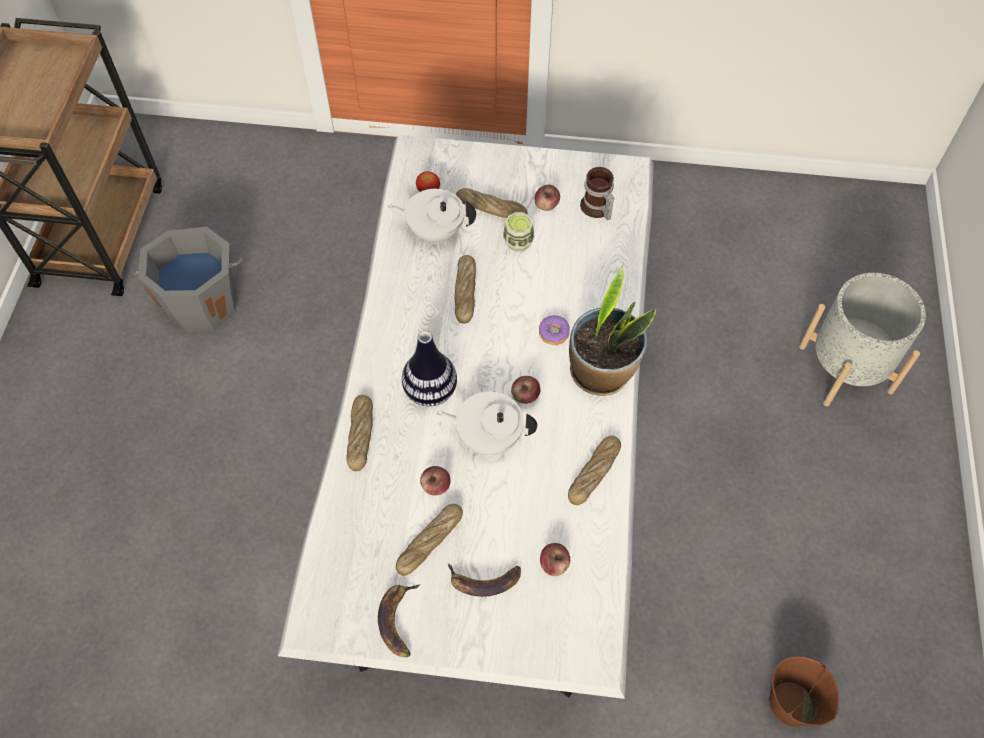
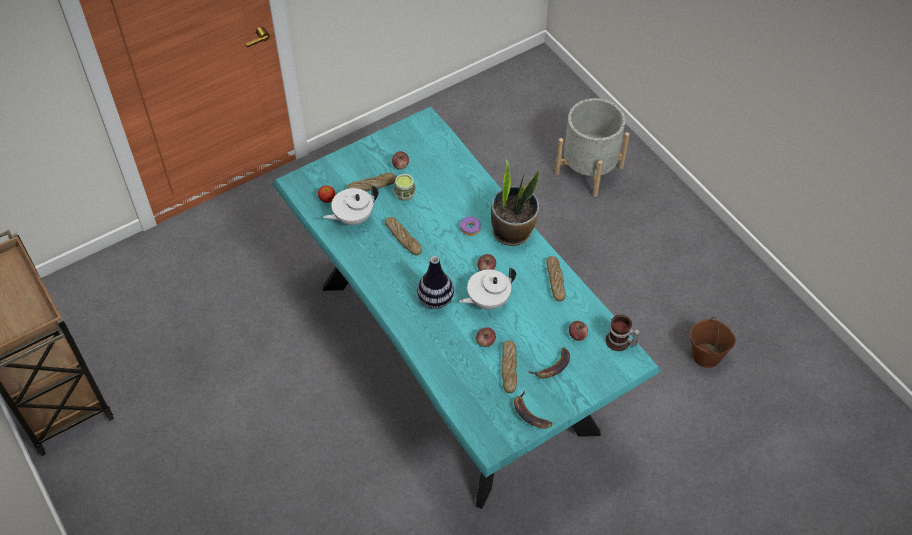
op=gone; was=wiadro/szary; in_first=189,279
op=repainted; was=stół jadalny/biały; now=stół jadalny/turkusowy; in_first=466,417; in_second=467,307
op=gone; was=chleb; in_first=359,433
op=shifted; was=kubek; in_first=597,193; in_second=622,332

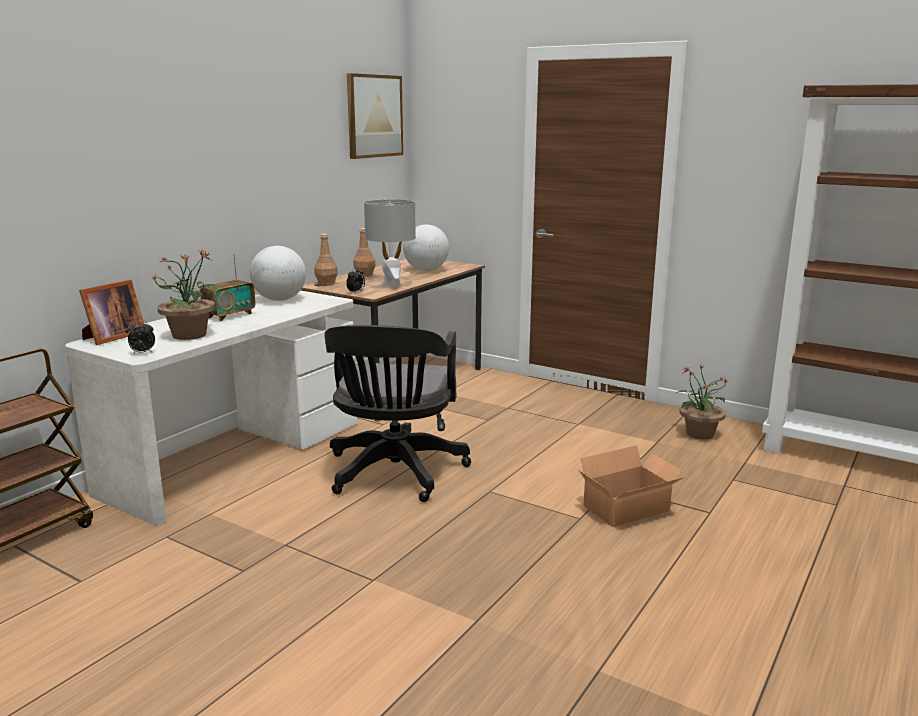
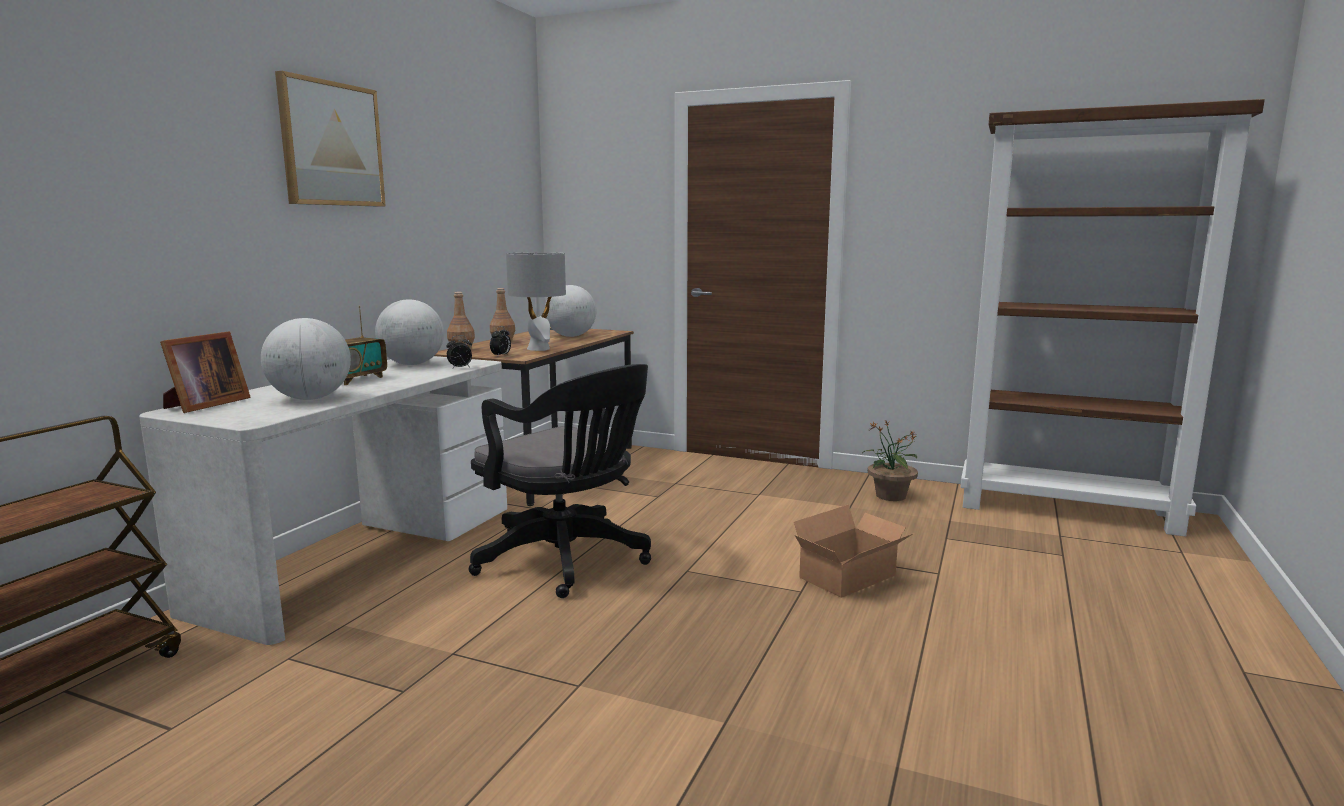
op=shifted; was=budzik; in_first=140,337; in_second=459,351
op=swapped; was=roślina doniczkowa; now=globus; in_first=185,294; in_second=306,359
op=rotated; was=krzesło biurowe/czarny; in_first=398,413; in_second=560,481; clockwise=-45
op=shifted; was=obraz; in_first=375,116; in_second=330,139

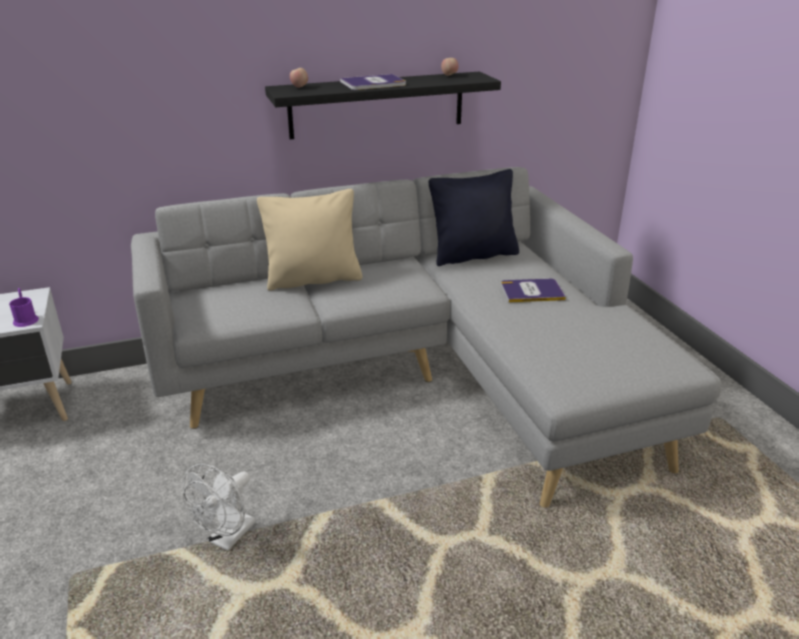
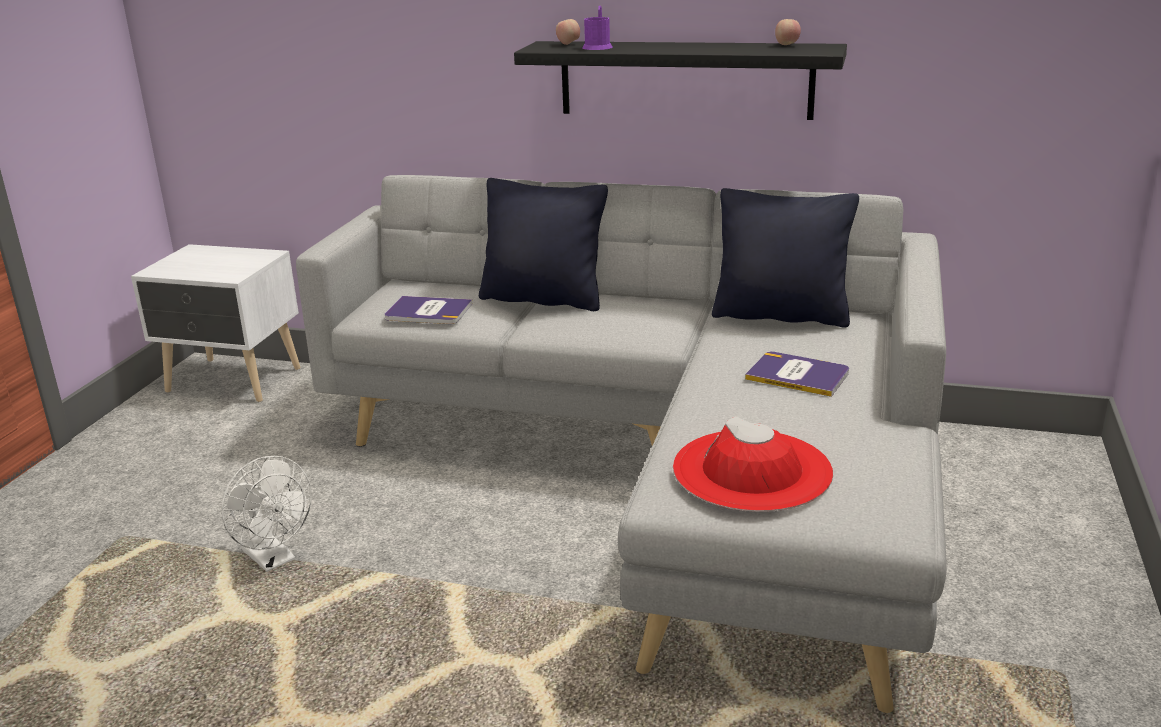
op=shifted; was=kubek/fioletowy; in_first=24,307; in_second=597,28
op=rotated; was=wentylator/biały; in_first=219,507; in_second=266,514; clockwise=-105
op=repainted; was=poduszka/beżowy; now=poduszka/czarny; in_first=309,240; in_second=543,244
op=shifted; was=książka; in_first=373,82; in_second=428,310
op=new; now=kapelusz/czerwony; in_second=753,464

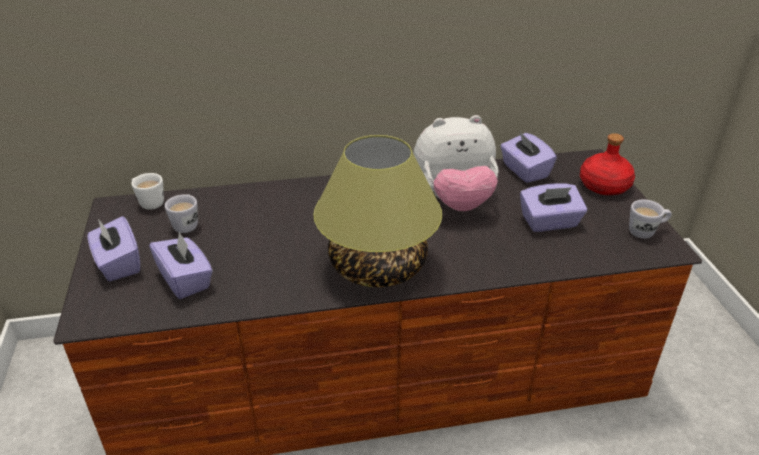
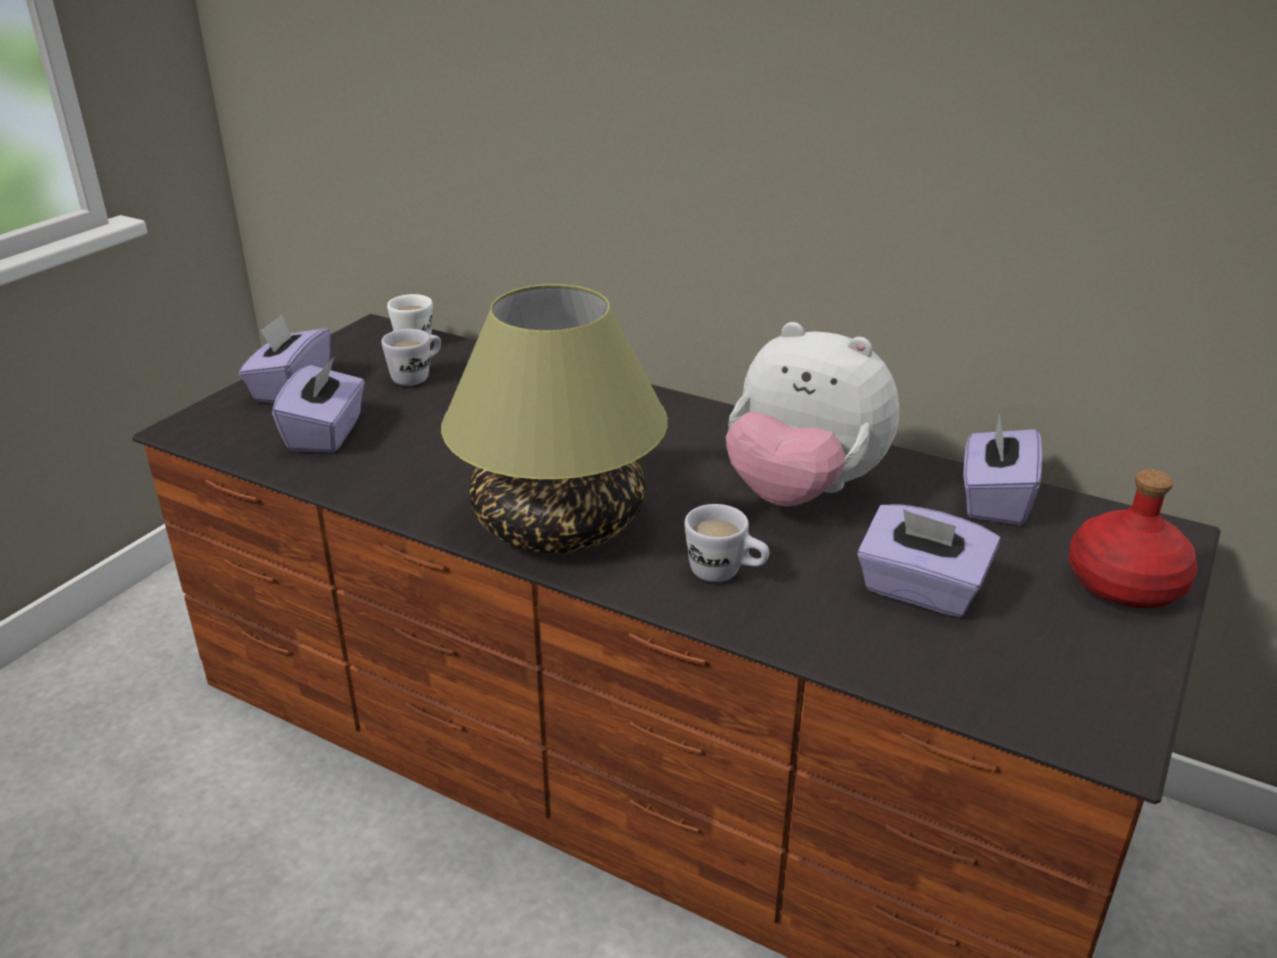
op=shifted; was=kubek/biały; in_first=650,219; in_second=726,543

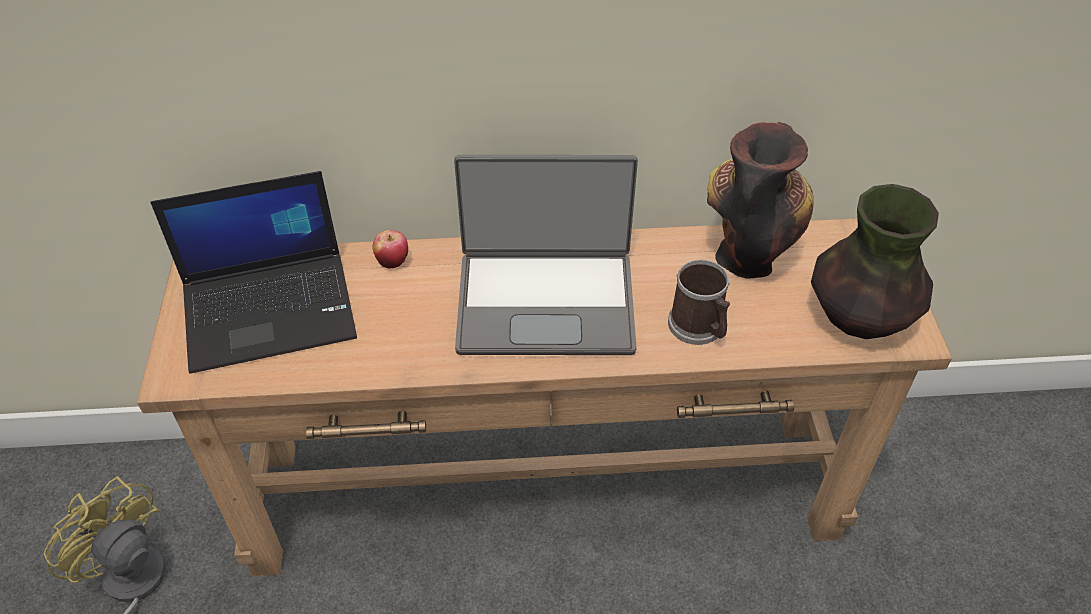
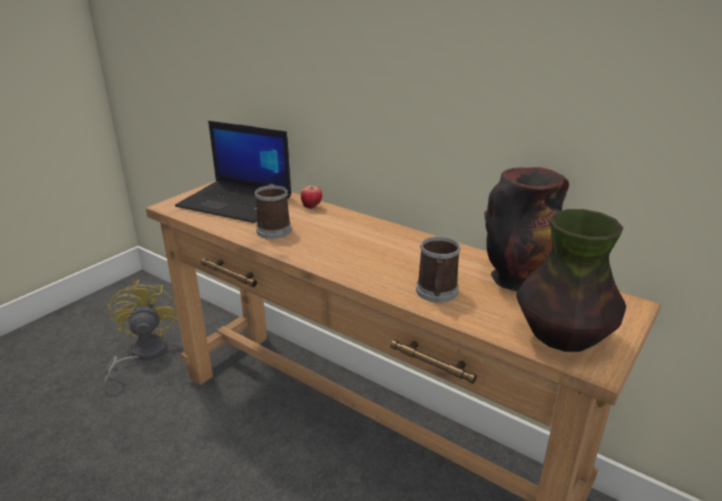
op=gone; was=laptop; in_first=546,255
op=new; now=kubek; in_second=273,211

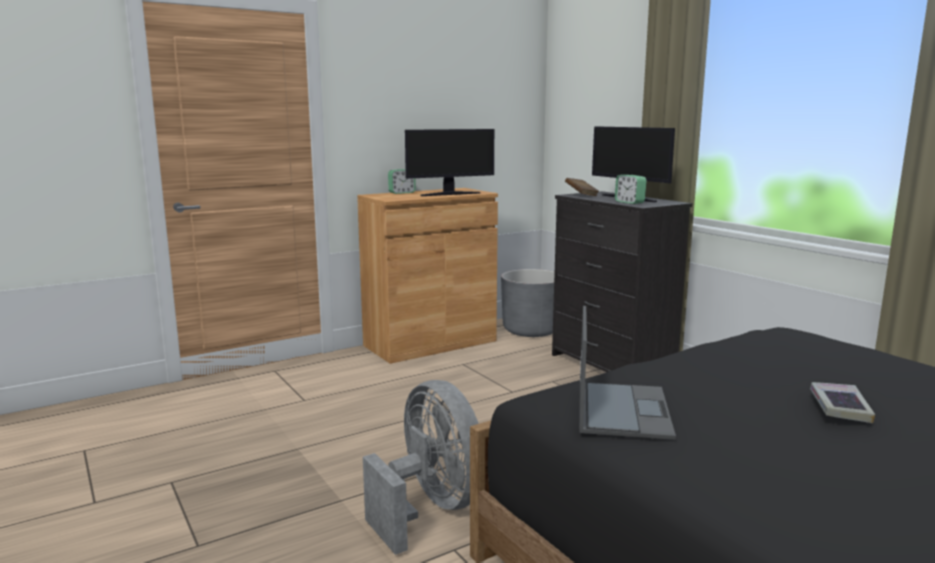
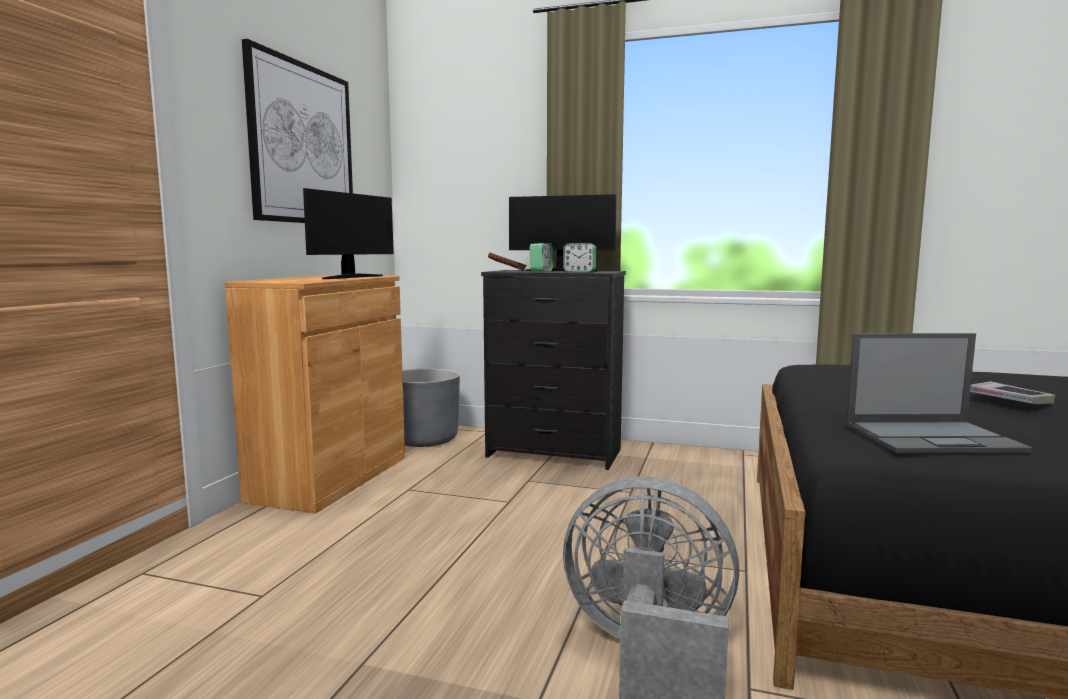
op=shifted; was=budzik; in_first=402,181; in_second=541,257
op=rotated; was=laptop; in_first=627,373; in_second=939,393; clockwise=120
op=new; now=obraz; in_second=297,131

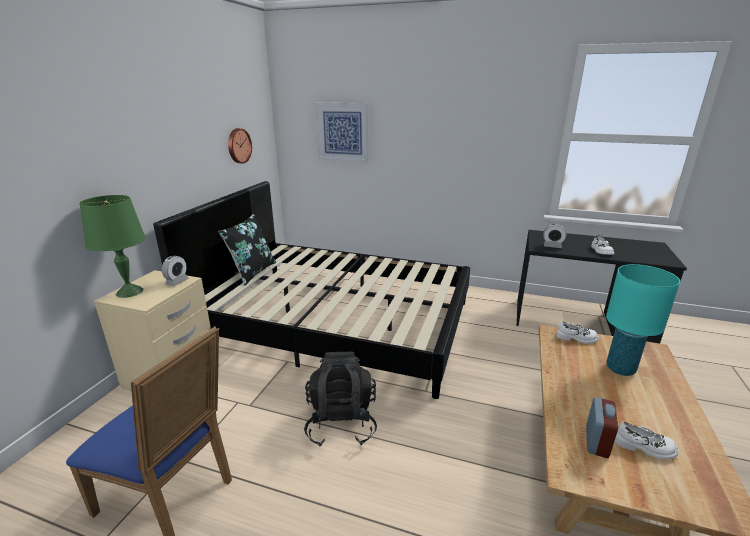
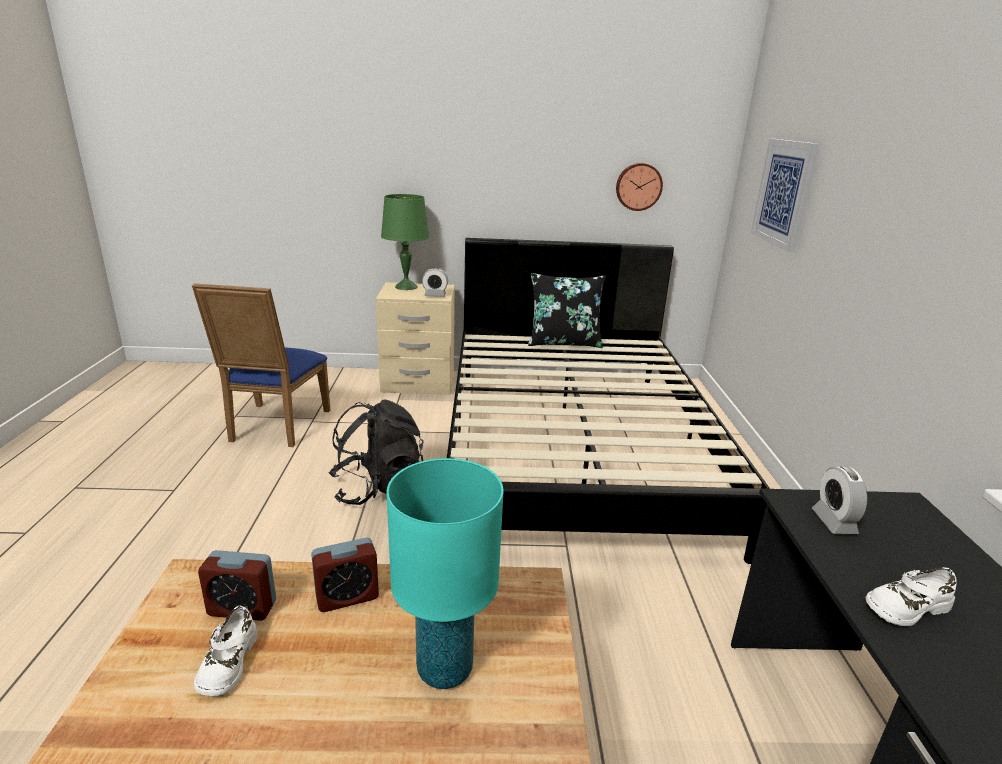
op=gone; was=but/biały; in_first=577,332
op=new; now=budzik; in_second=345,575

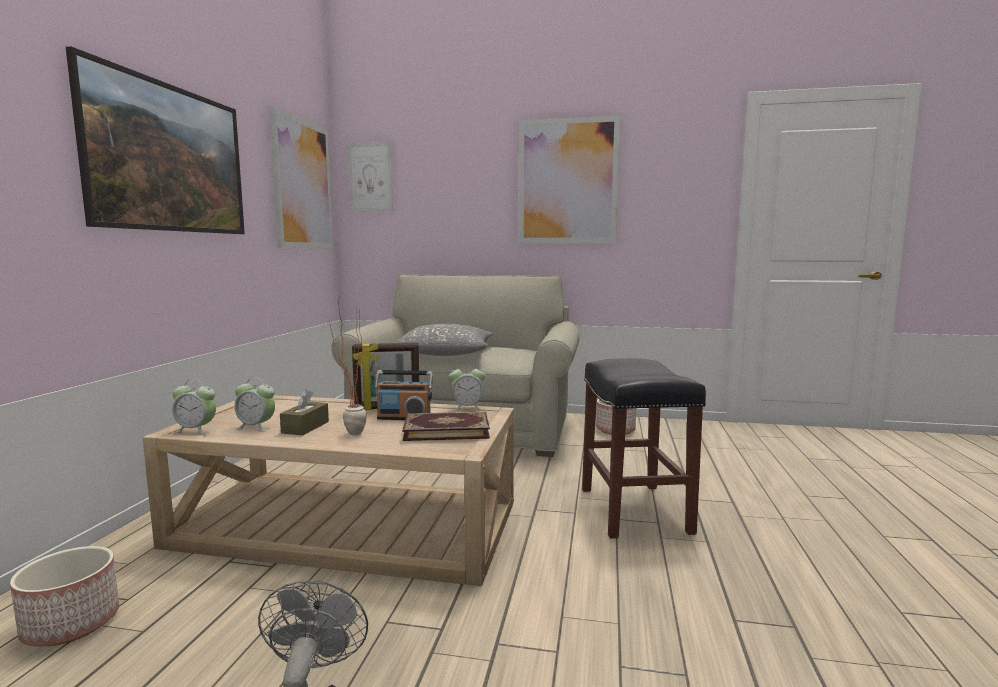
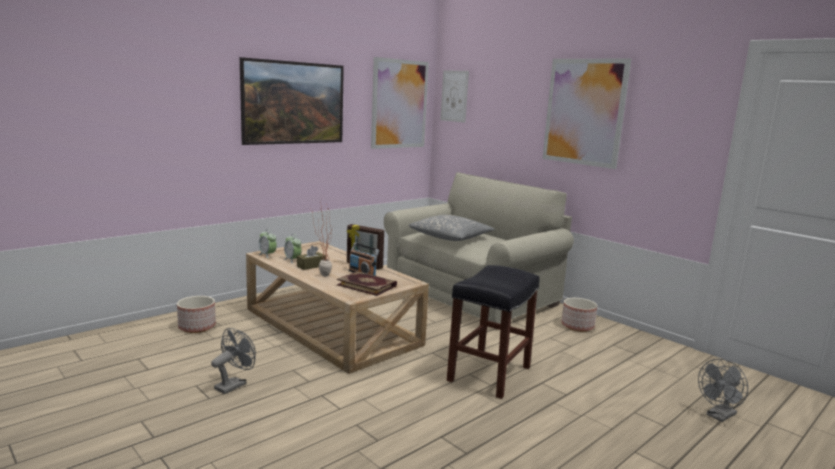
op=gone; was=budzik; in_first=466,387
op=new; now=wentylator/szary; in_second=723,390

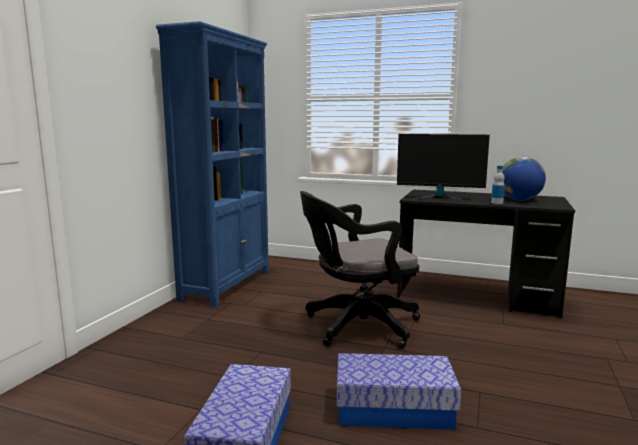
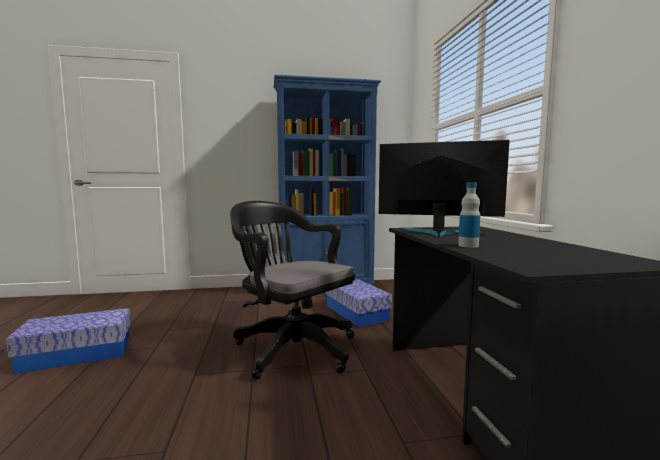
op=shifted; was=pojemnik do przechowywania; in_first=399,391; in_second=358,302
op=rotated; was=monitor; in_first=443,168; in_second=444,188; clockwise=120
op=gone; was=globus; in_first=524,179

